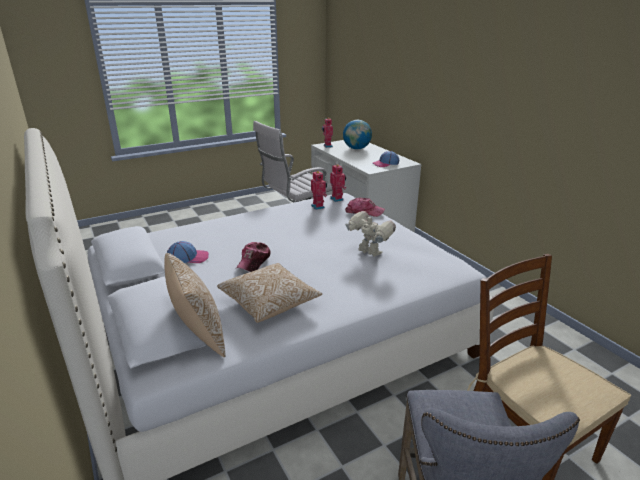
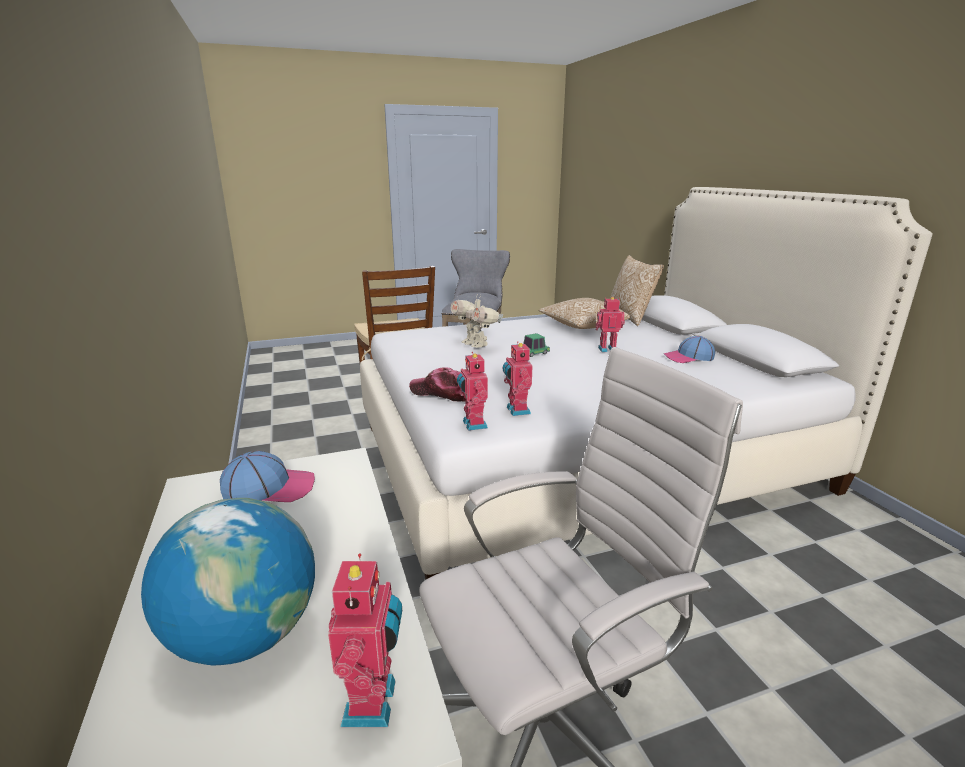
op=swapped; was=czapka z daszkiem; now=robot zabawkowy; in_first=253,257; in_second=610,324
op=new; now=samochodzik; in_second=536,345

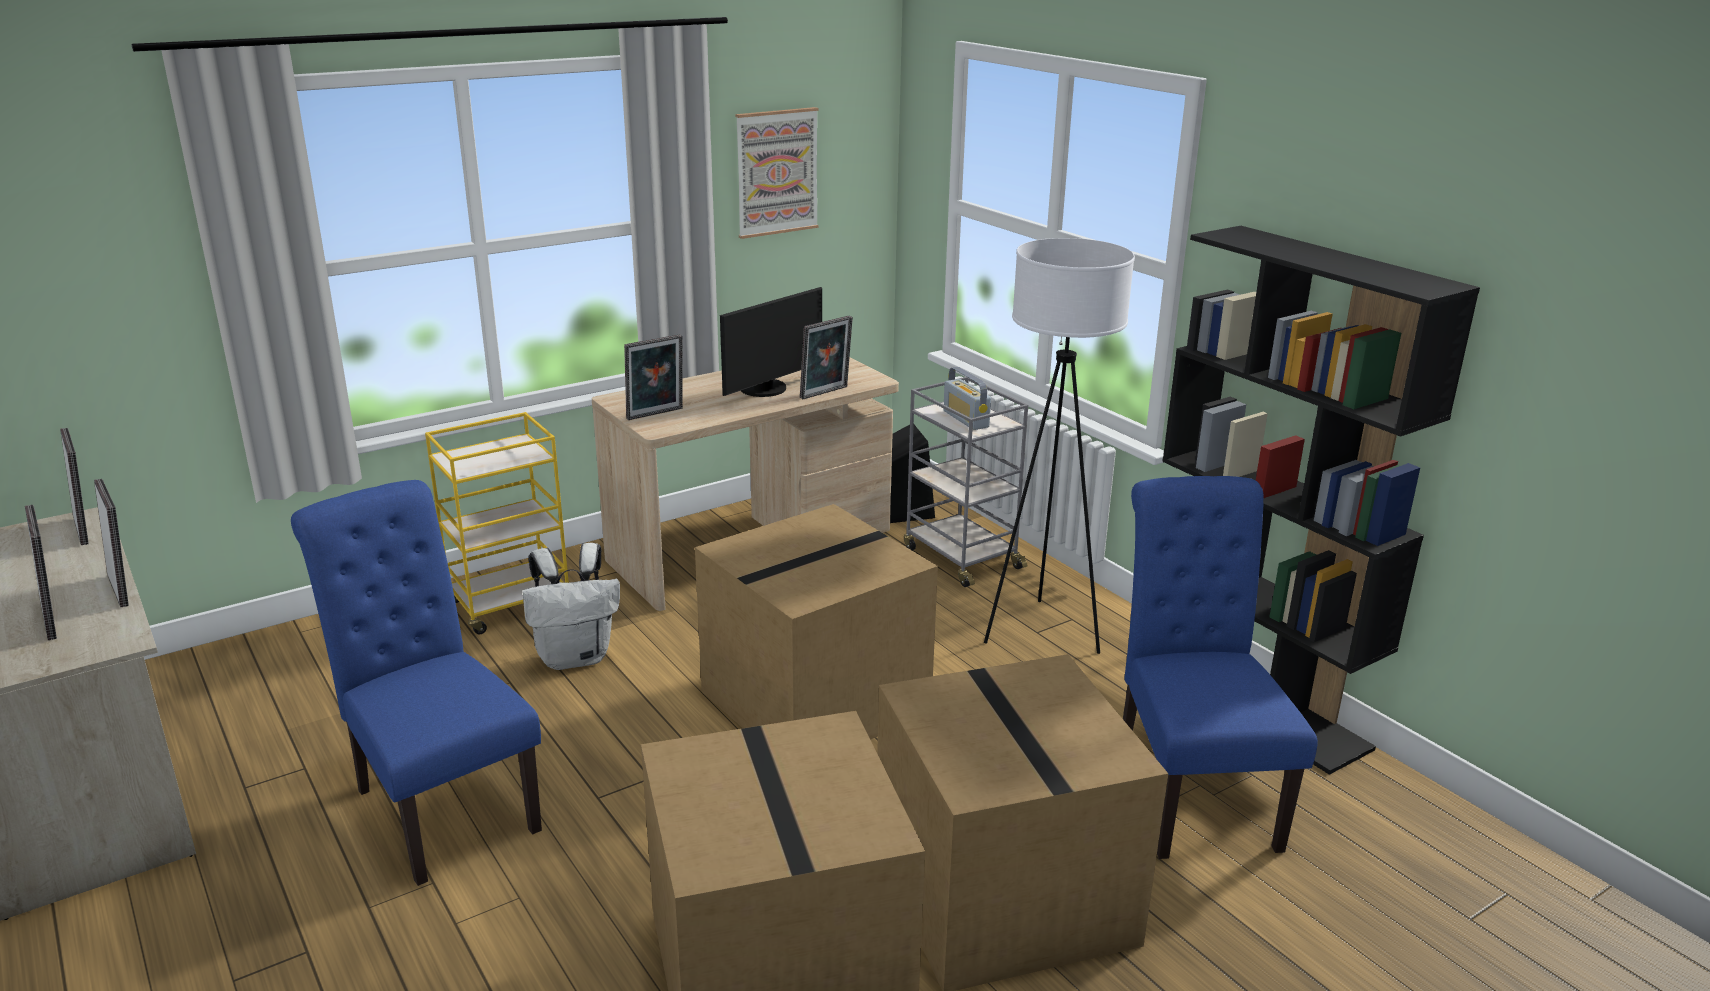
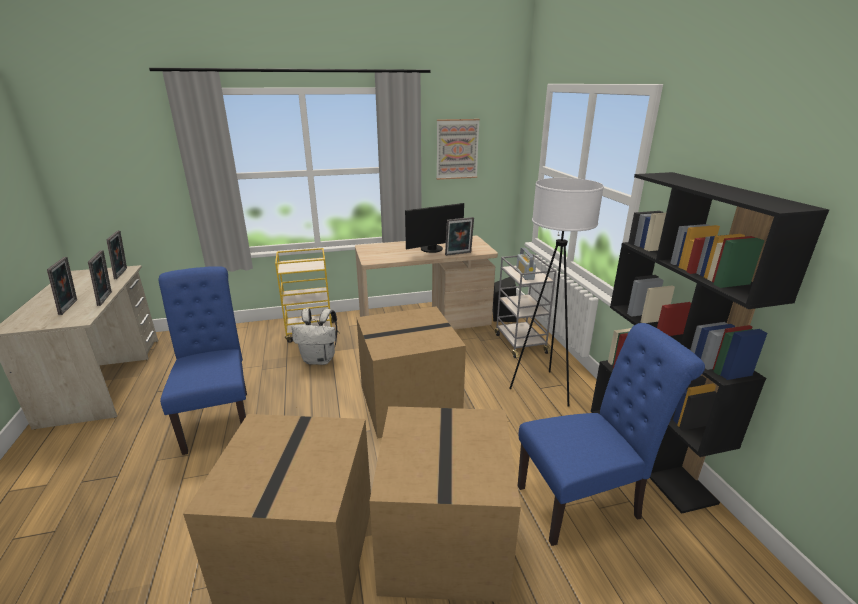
op=gone; was=ramka na zdjęcie; in_first=653,377
op=rotated; was=krzesło/niebieski; in_first=1220,667; in_second=611,434; clockwise=60

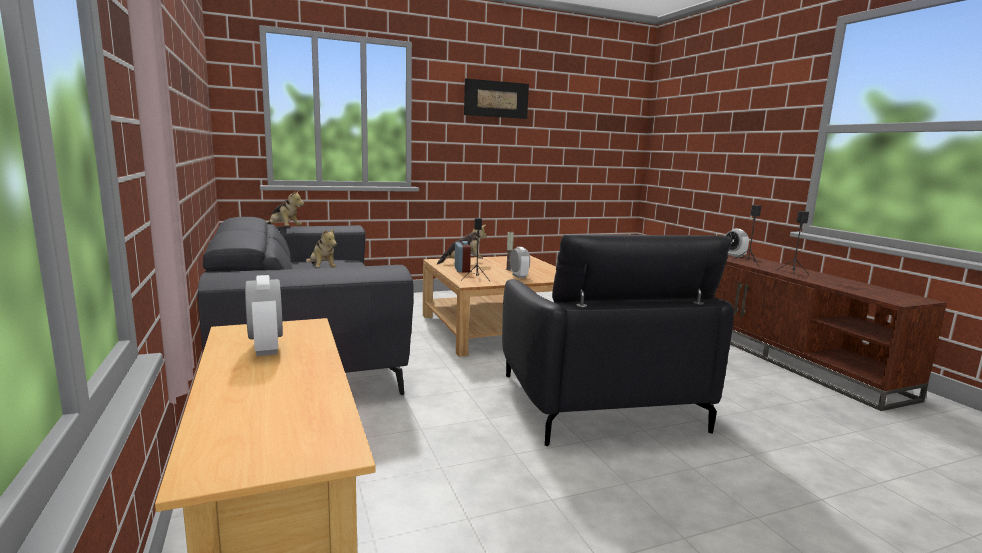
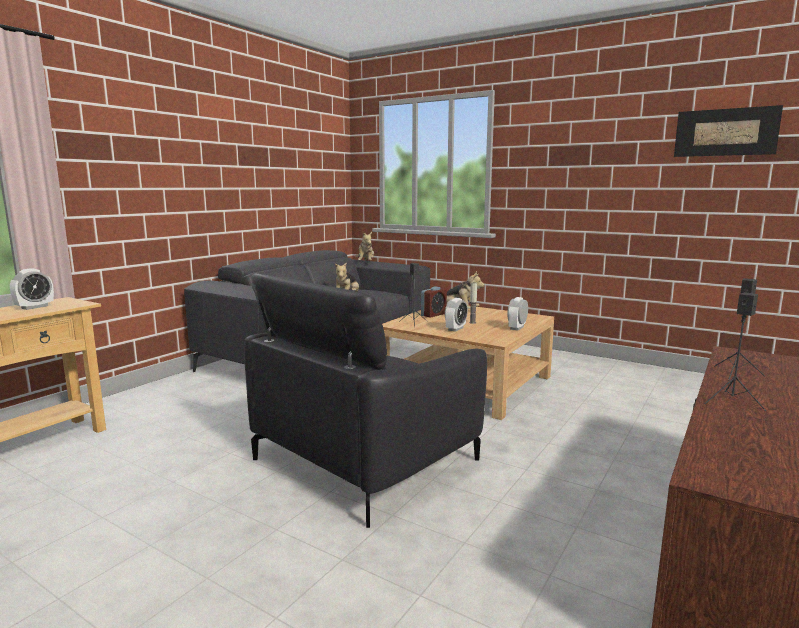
op=shifted; was=obraz; in_first=496,98; in_second=728,131
op=shifted; was=budzik; in_first=737,243; in_second=517,314

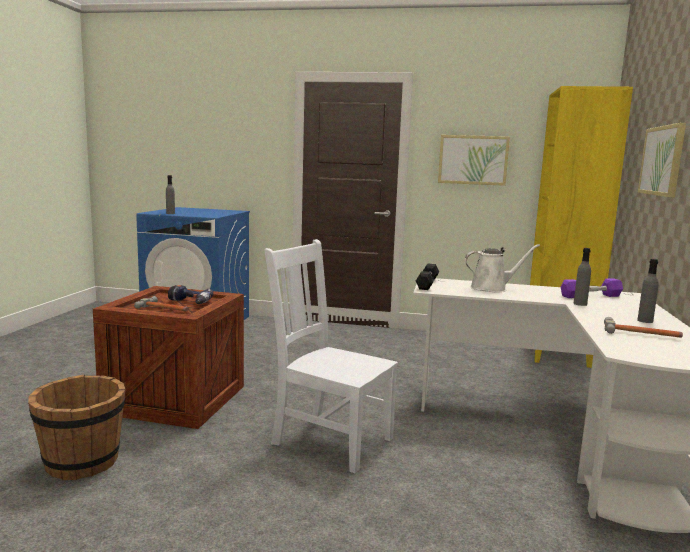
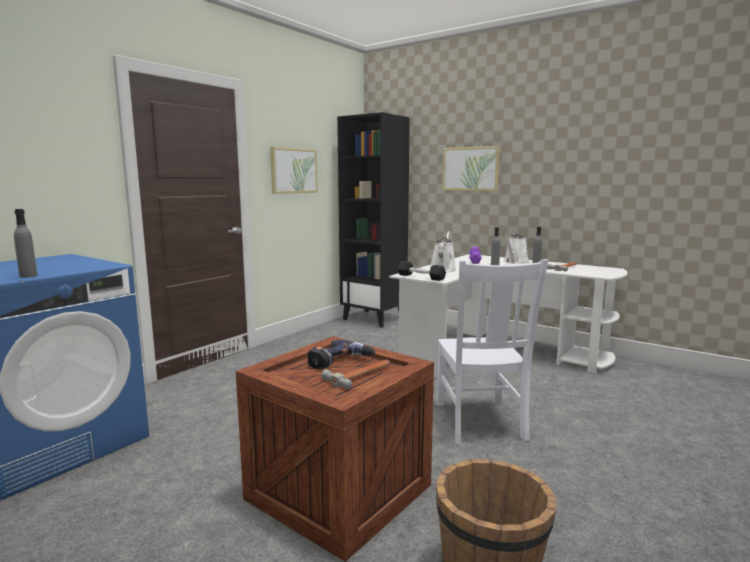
op=rotated; was=krzesło/biały; in_first=331,356; in_second=492,351; clockwise=-60
op=repainted; was=regał/żółty; now=regał/czarny; in_first=581,227; in_second=373,220
op=new; now=konewka/biały; in_second=516,248

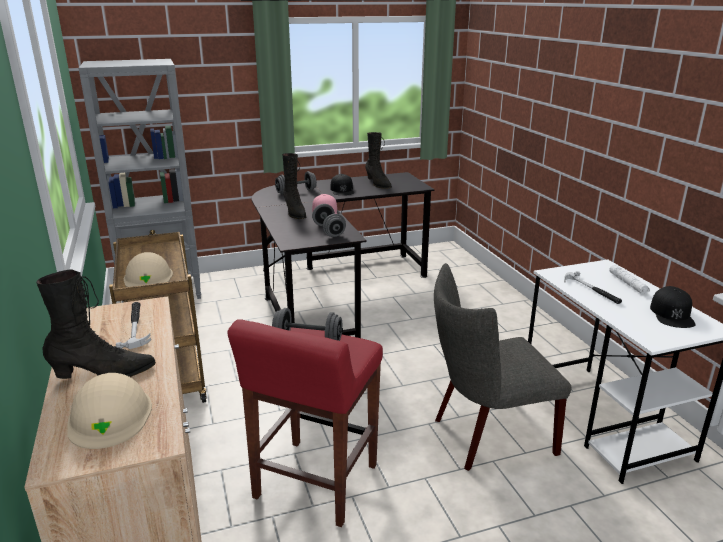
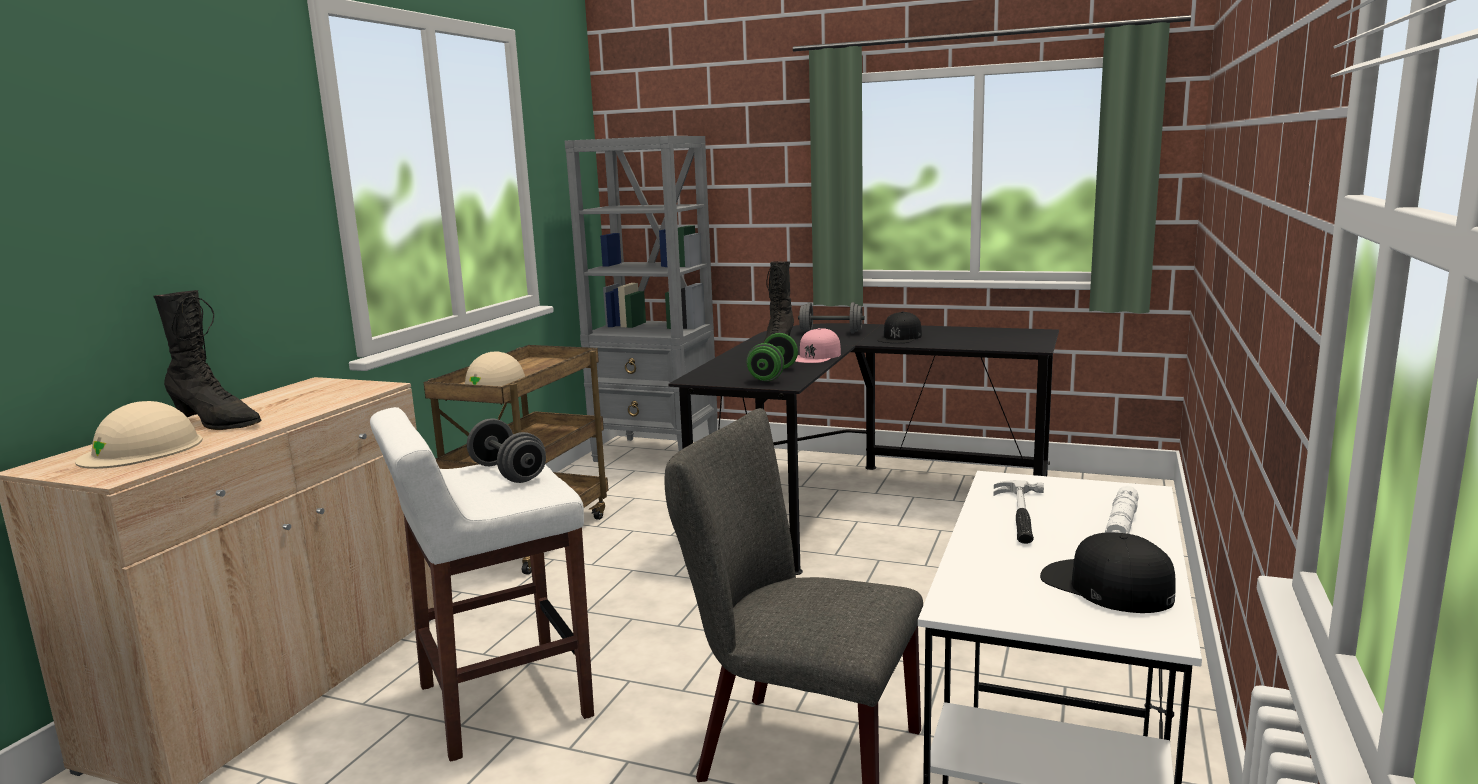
op=gone; was=młotek; in_first=133,325
op=repainted; was=stołek/czerwony; now=stołek/biały; in_first=305,423; in_second=482,584
op=repainted; was=hantel/szary; now=hantel/zielony; in_first=329,220; in_second=772,357
op=gone; was=but z cholewką/czarny; in_first=378,160
op=rotated; was=czapka z daszkiem/czarny; in_first=673,307; in_second=1108,572; clockwise=90

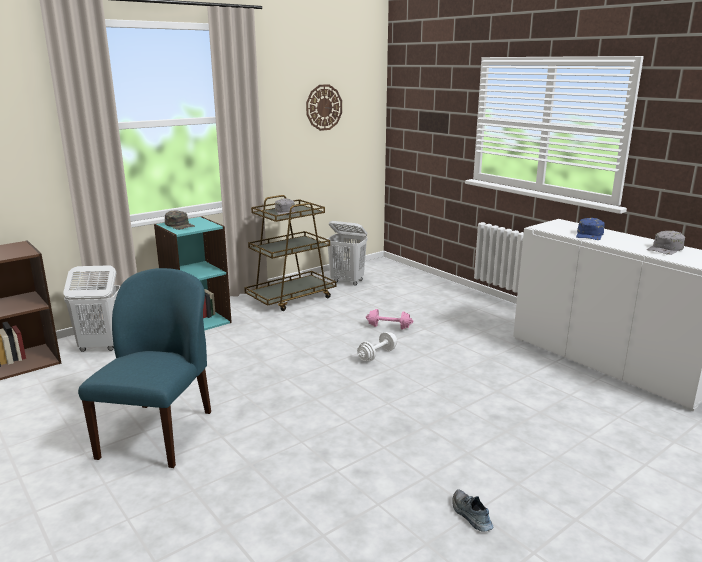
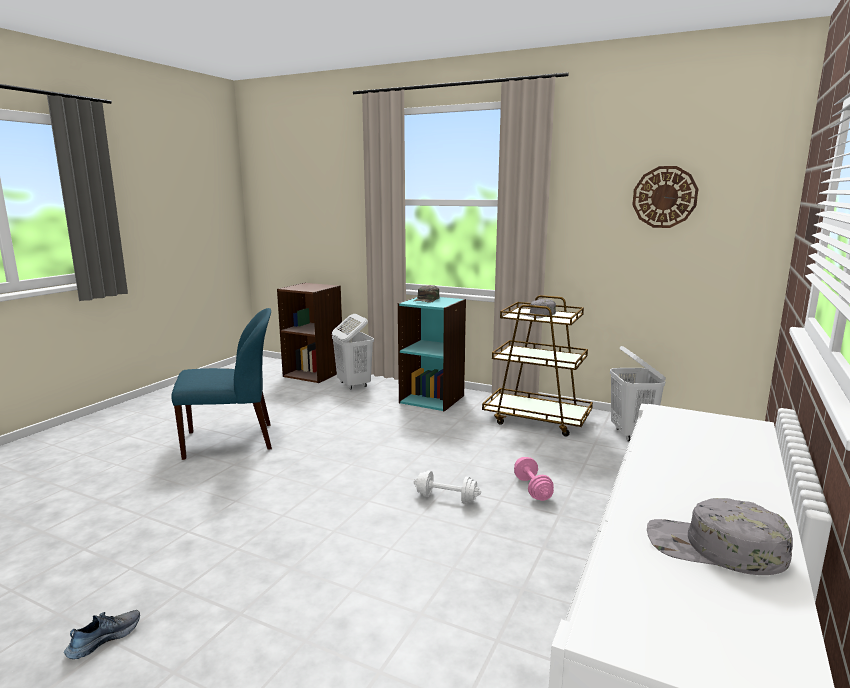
op=gone; was=czapka z daszkiem/niebieski; in_first=590,229

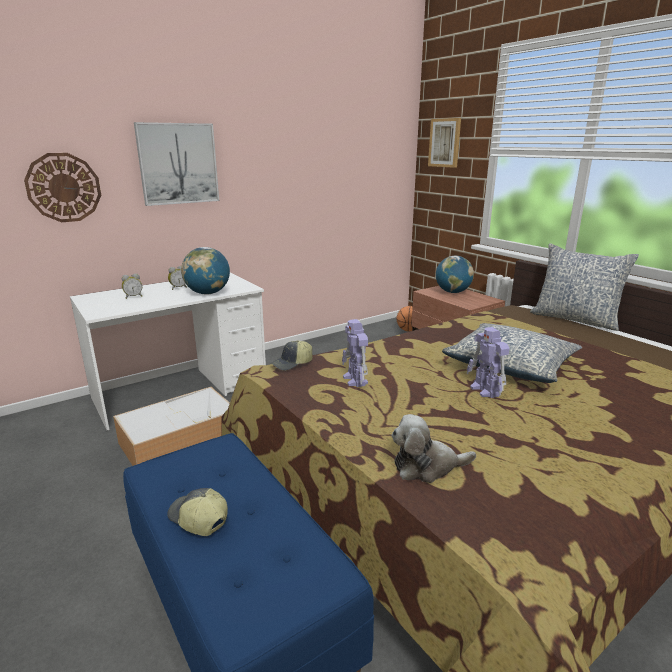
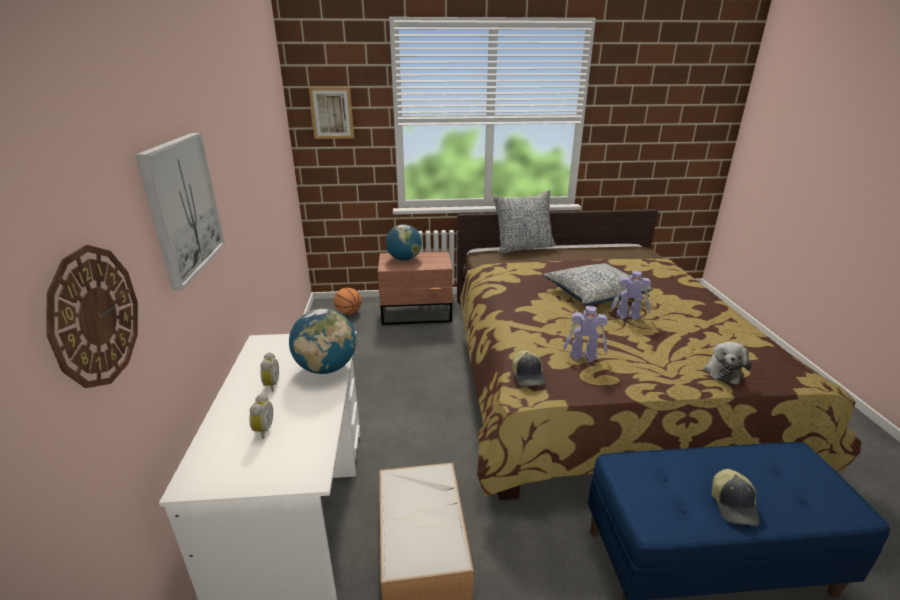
op=rotated; was=czapka z daszkiem; in_first=197,512; in_second=736,497; clockwise=-60

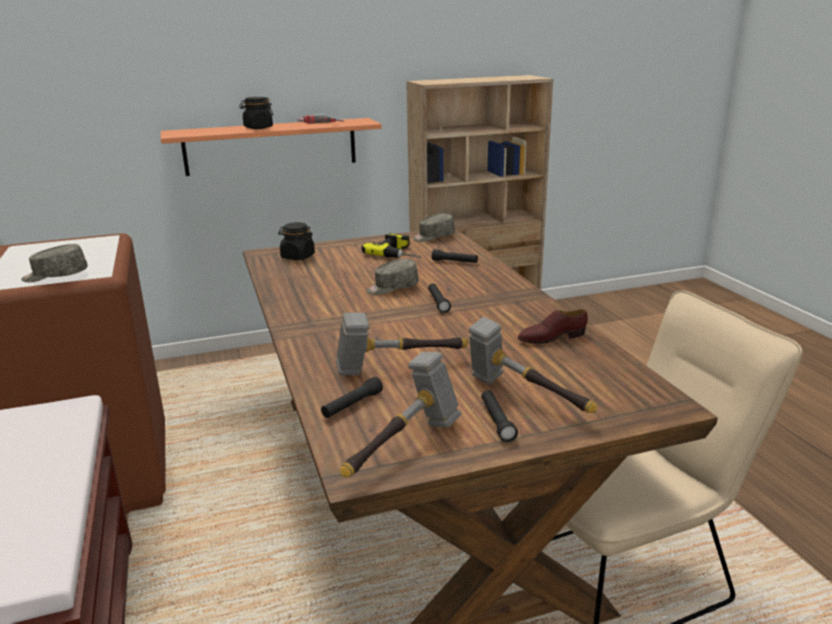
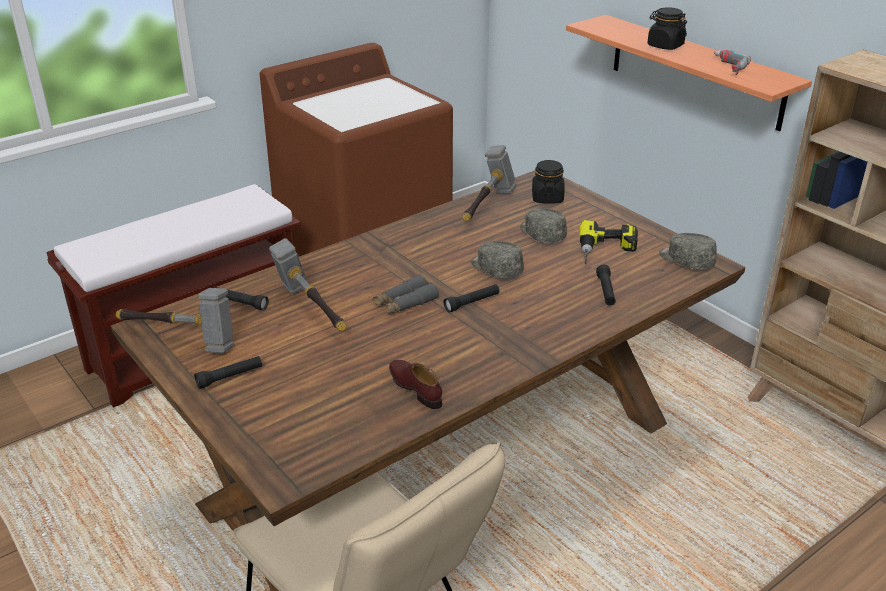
op=shifted; was=czapka z daszkiem/szary; in_first=54,263; in_second=543,225
op=shifted; was=młotek; in_first=533,365; in_second=489,183
op=new; now=lornetka/szary; in_second=405,295

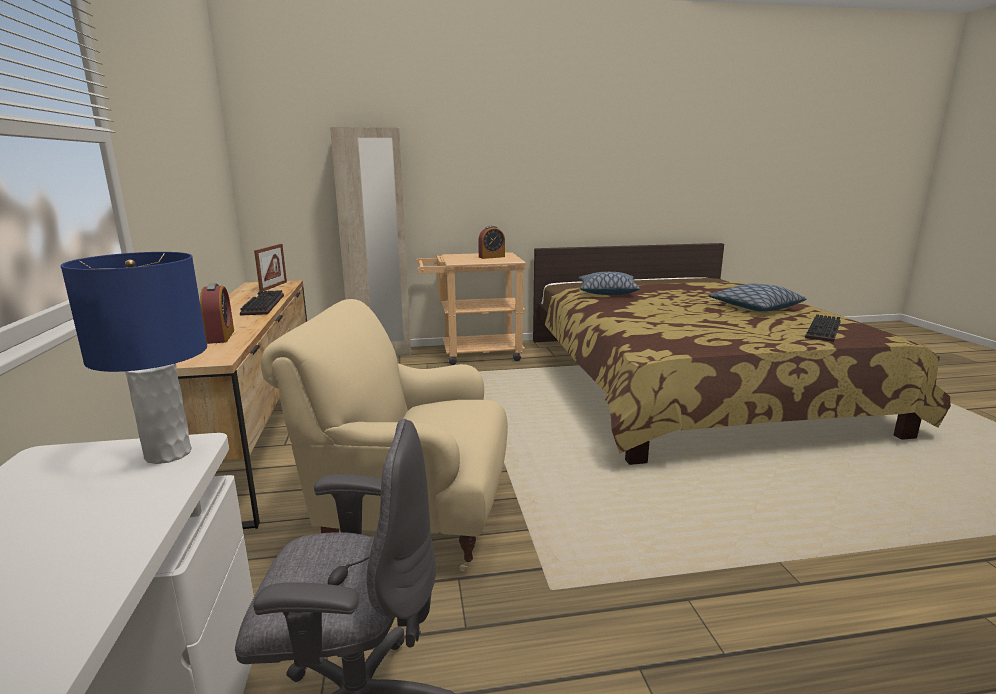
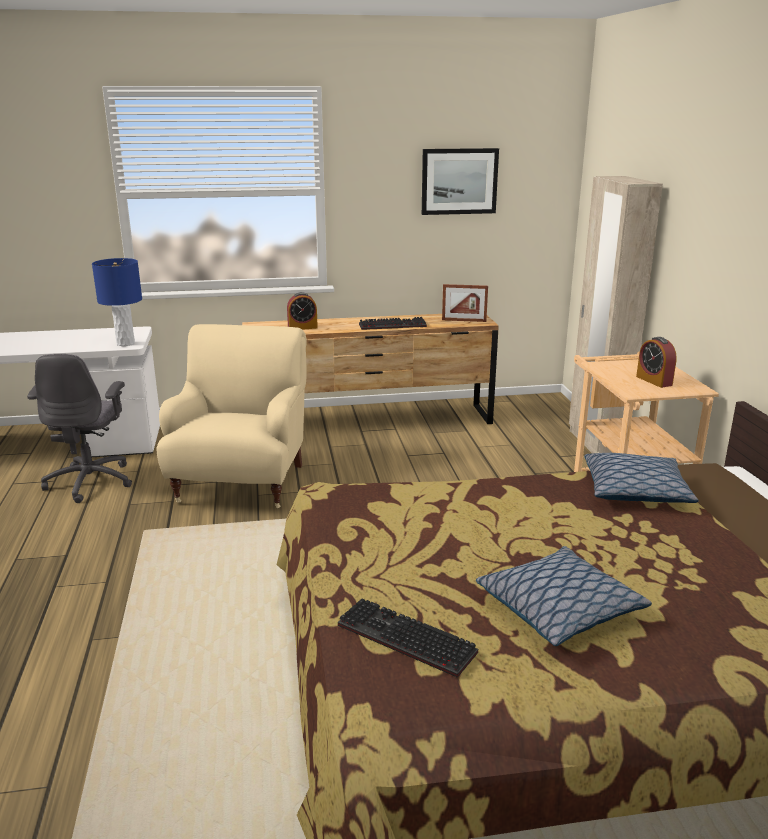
op=new; now=obraz; in_second=460,181

